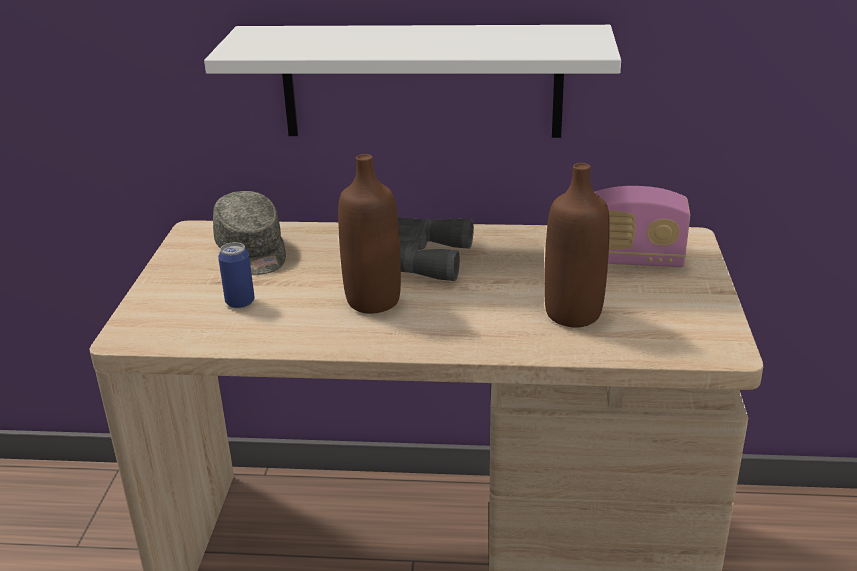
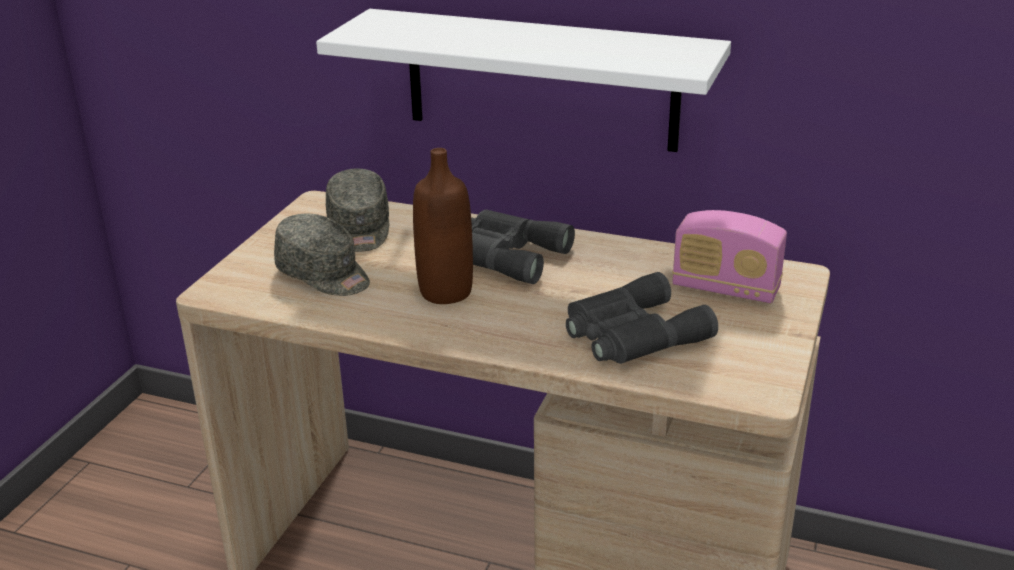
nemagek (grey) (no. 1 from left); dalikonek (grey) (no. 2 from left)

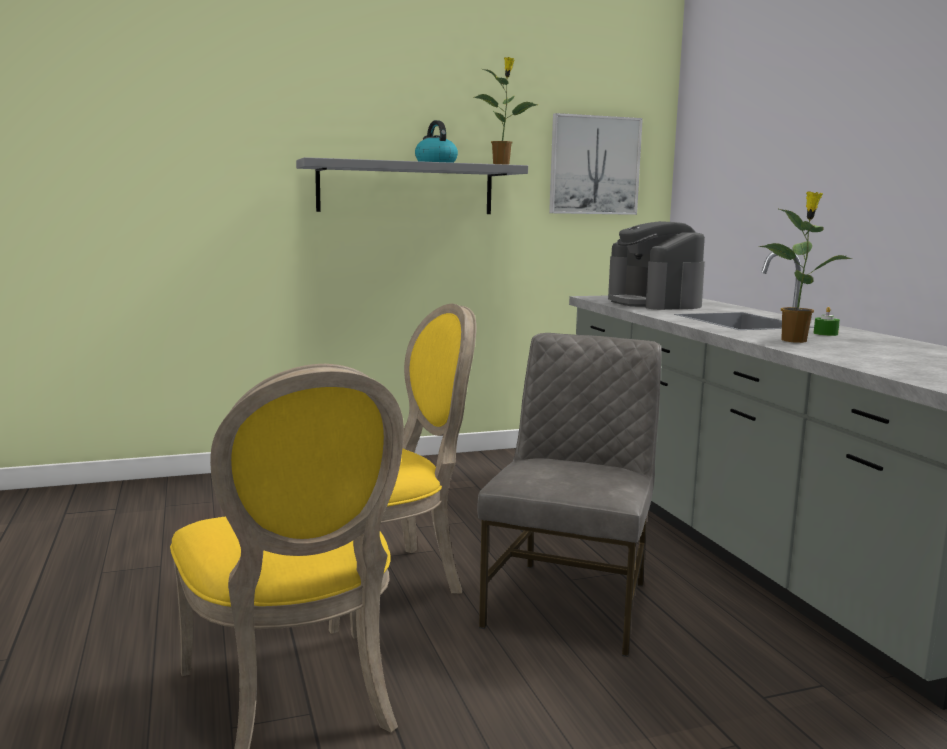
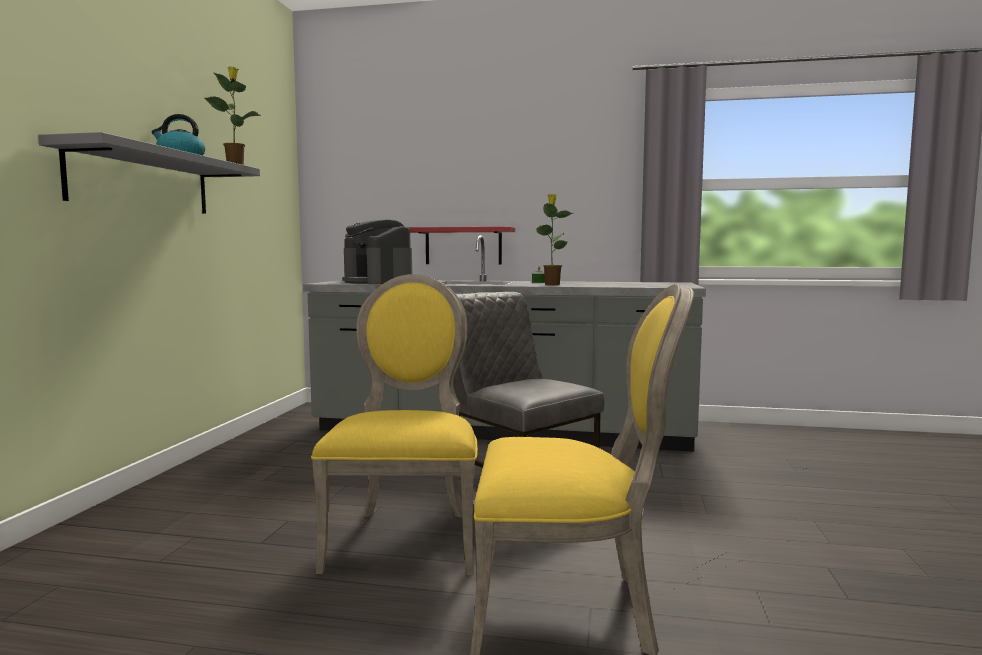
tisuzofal; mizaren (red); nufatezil

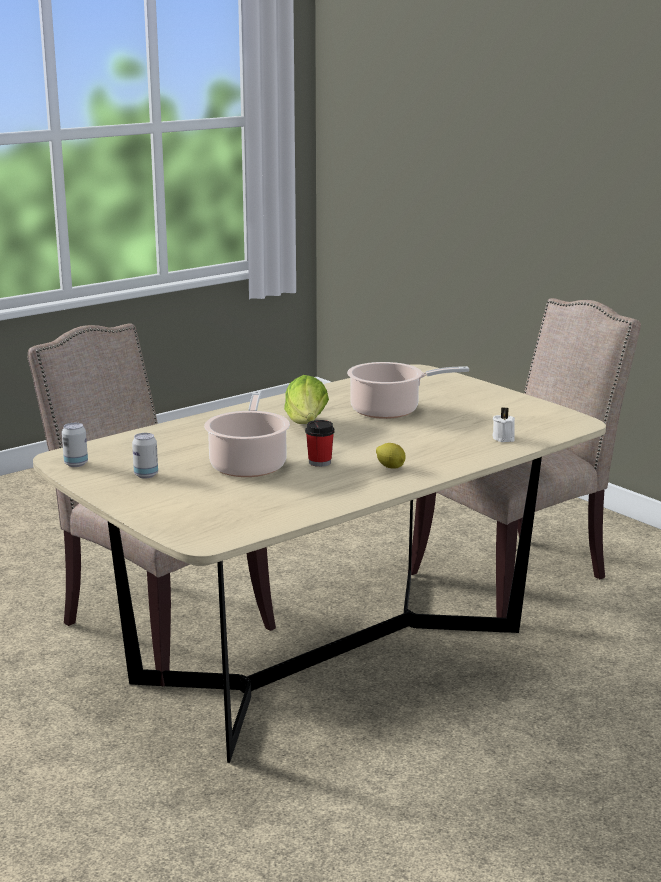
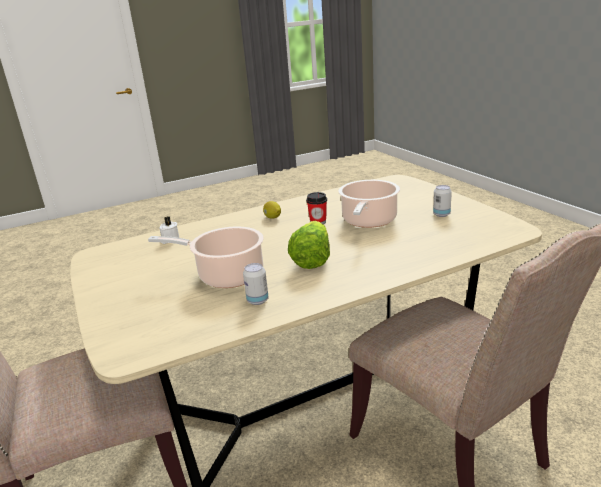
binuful (no. 1 from left)

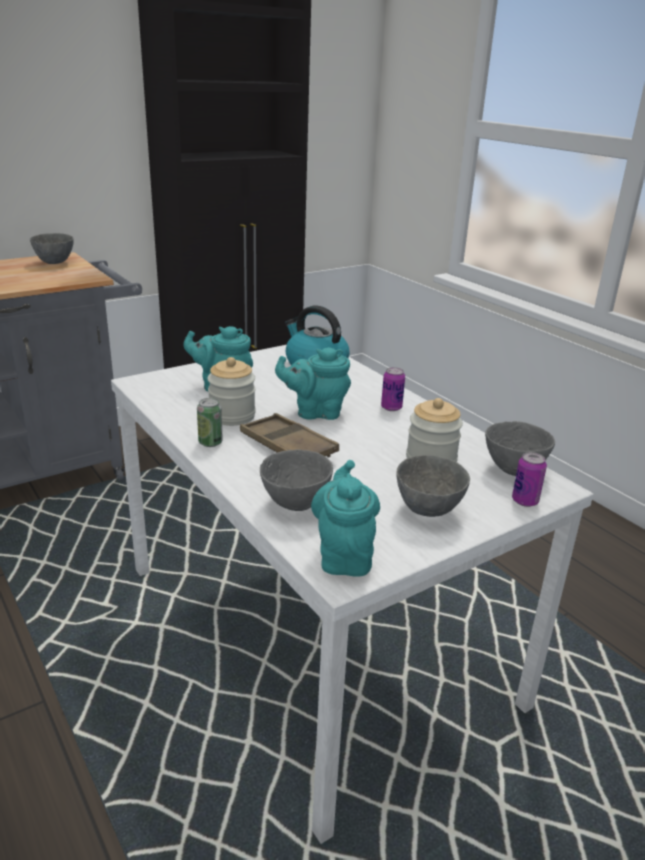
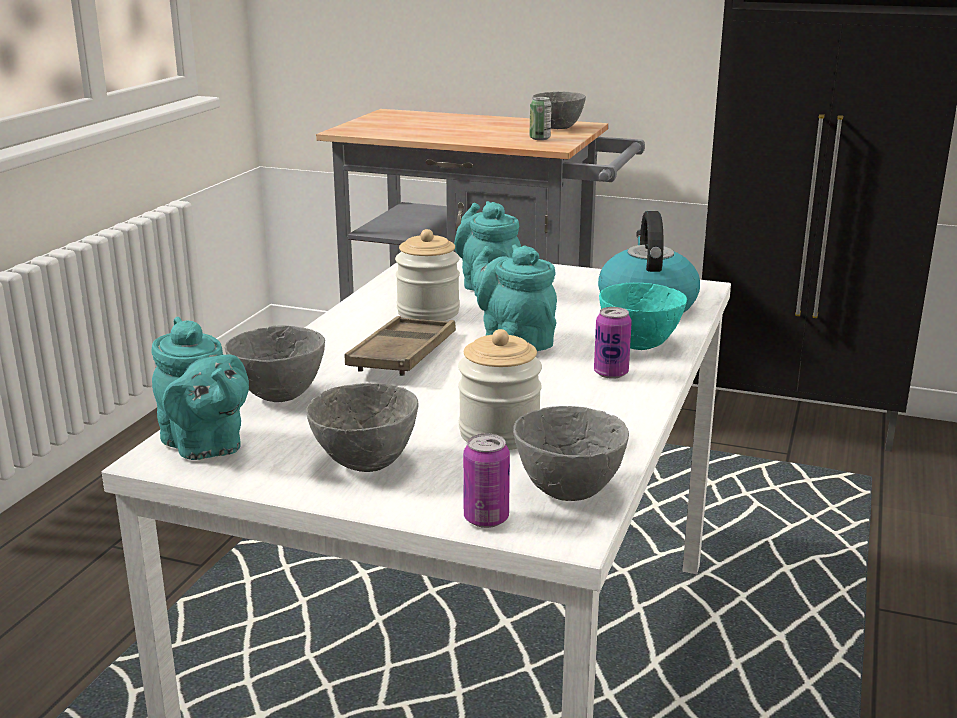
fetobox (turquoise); binuful (no. 2 from left); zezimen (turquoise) (no. 1 from left)

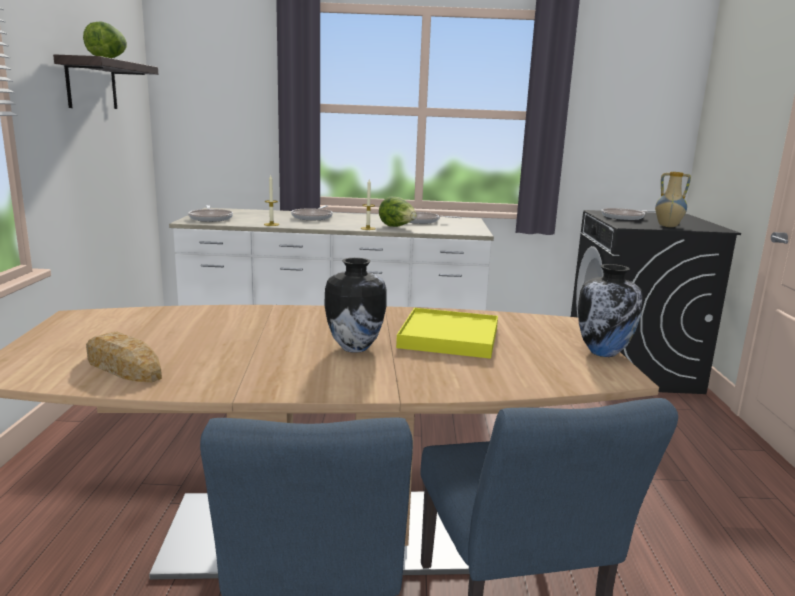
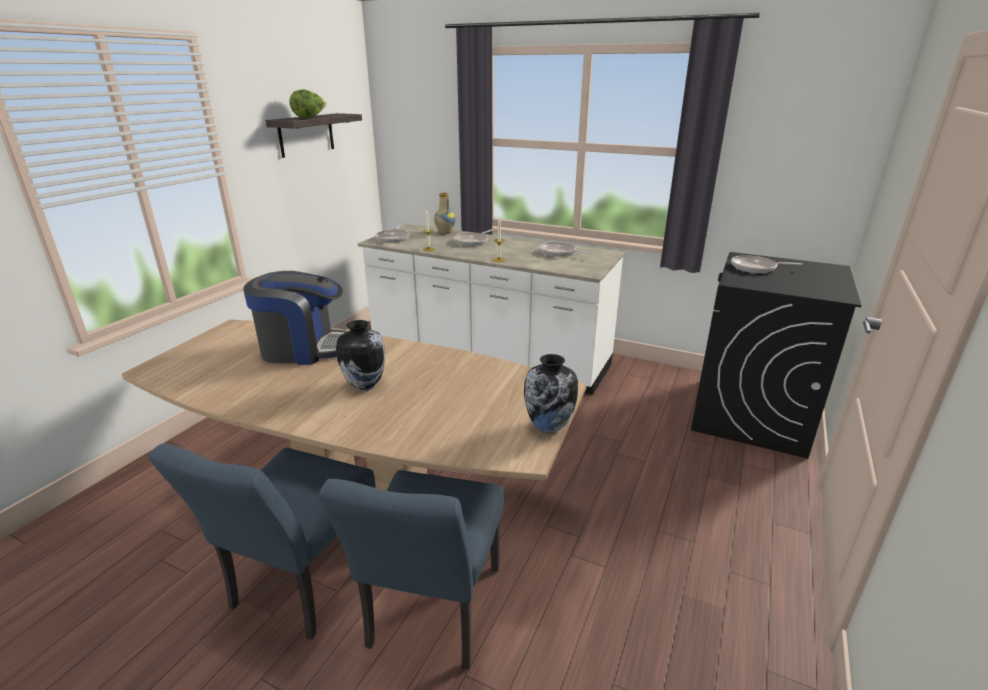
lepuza; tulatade (no. 2 from left in the first image); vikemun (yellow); nufatezil; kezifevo (no. 2 from left)

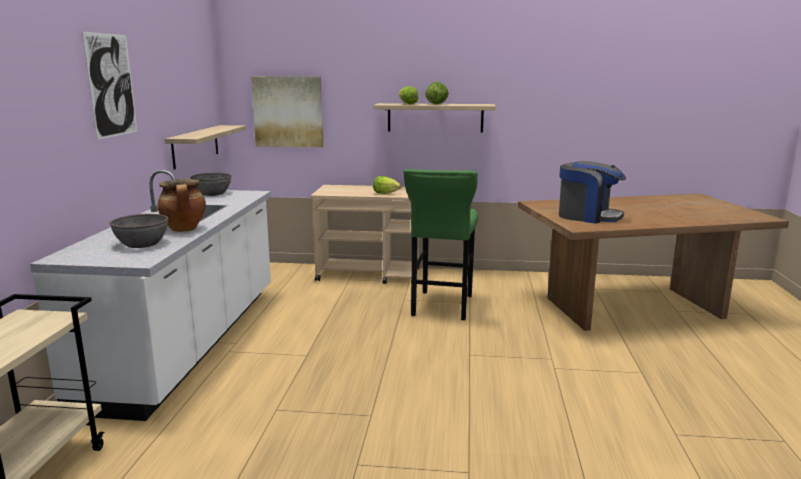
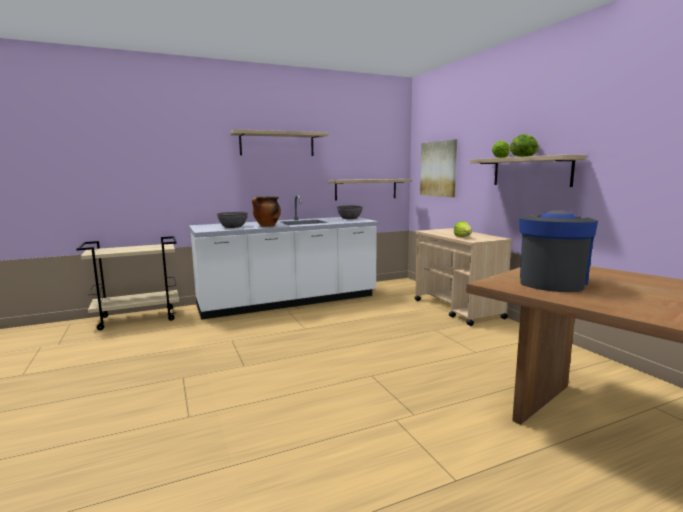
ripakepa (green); mizaren (no. 1 from left); nufatezil

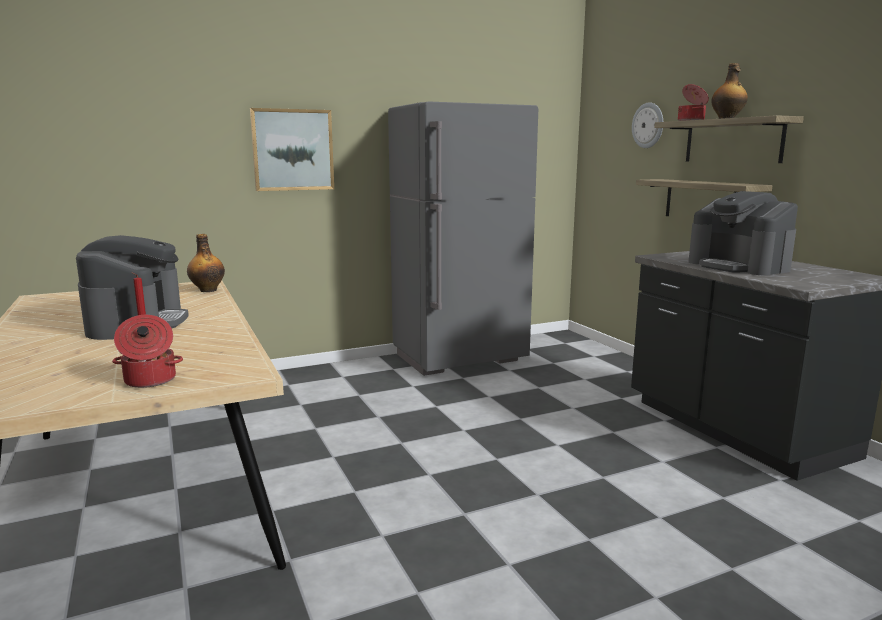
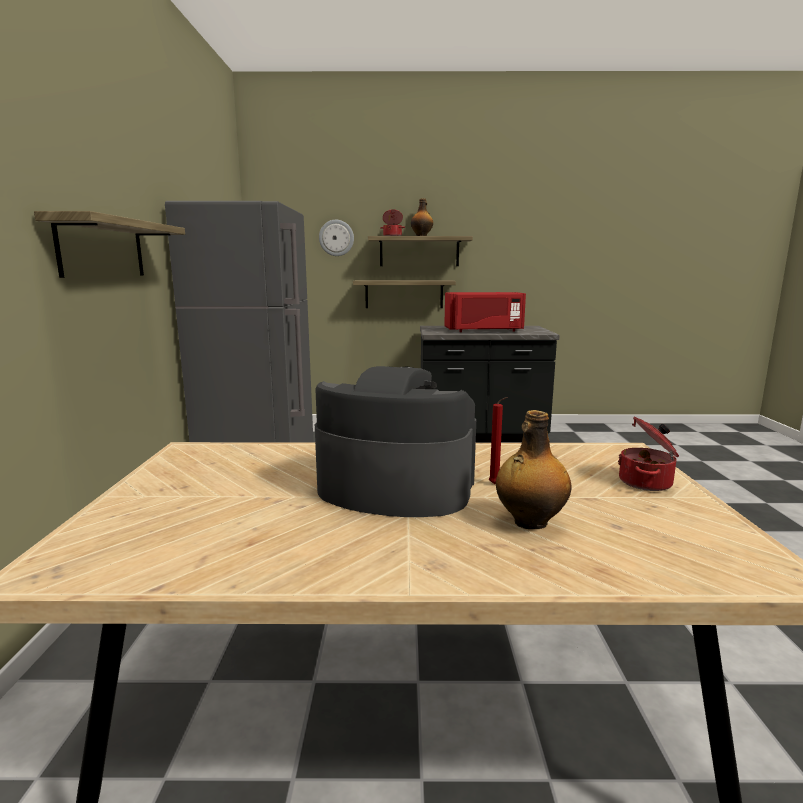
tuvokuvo (no. 2 from left); mizaren (no. 1 from left); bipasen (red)

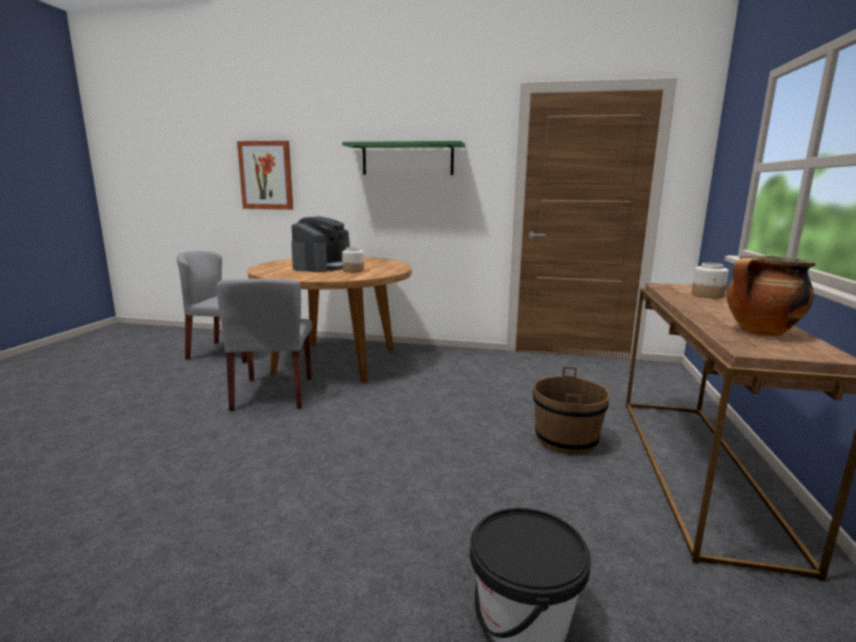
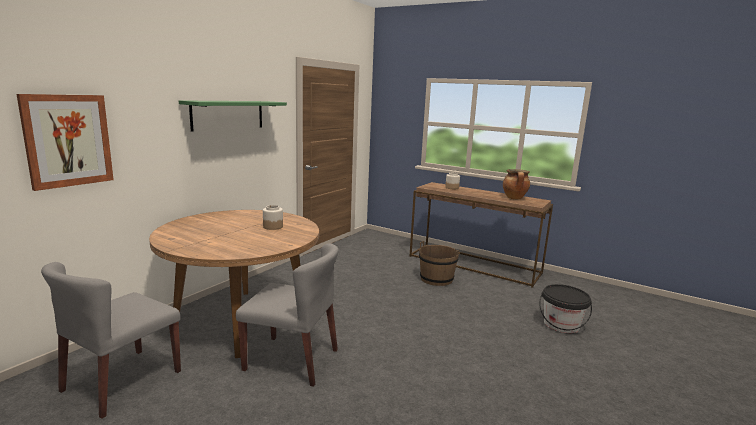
nufatezil

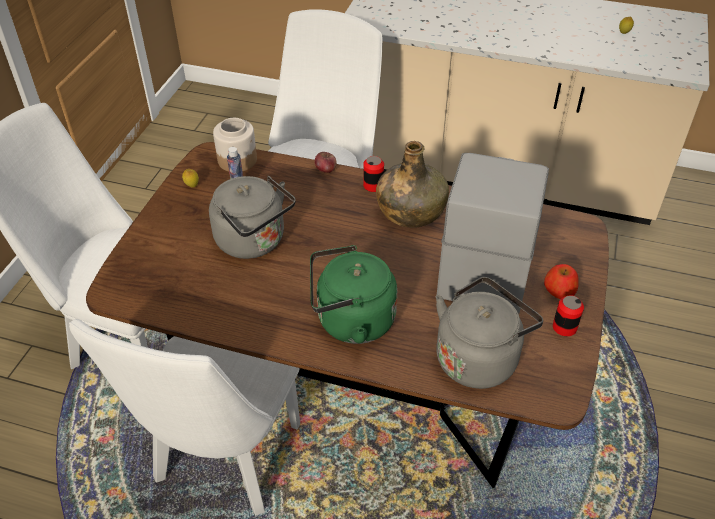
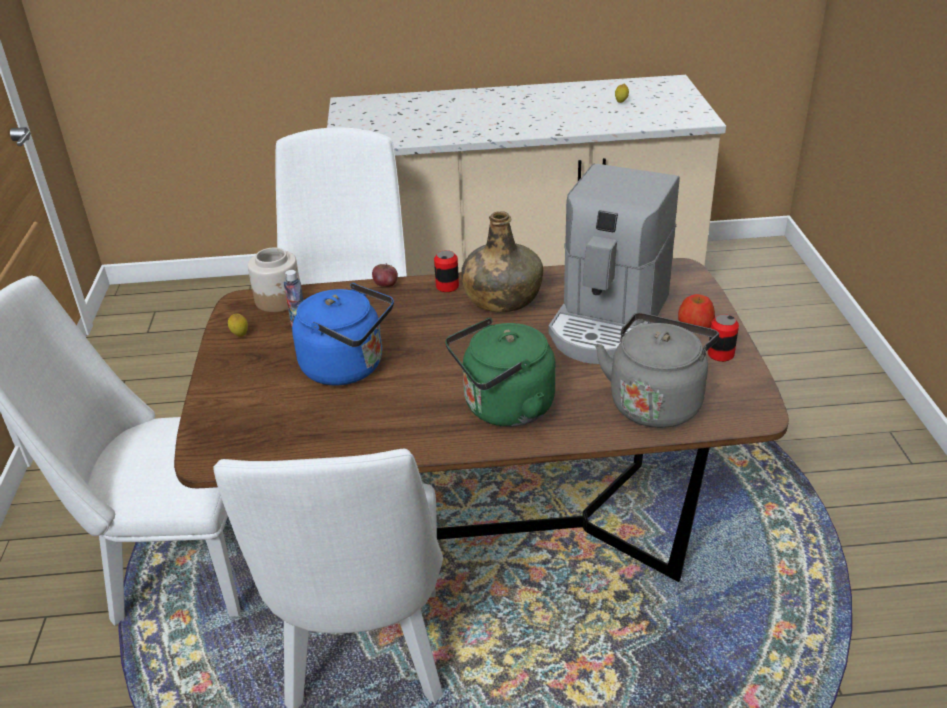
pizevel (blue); nufatezil

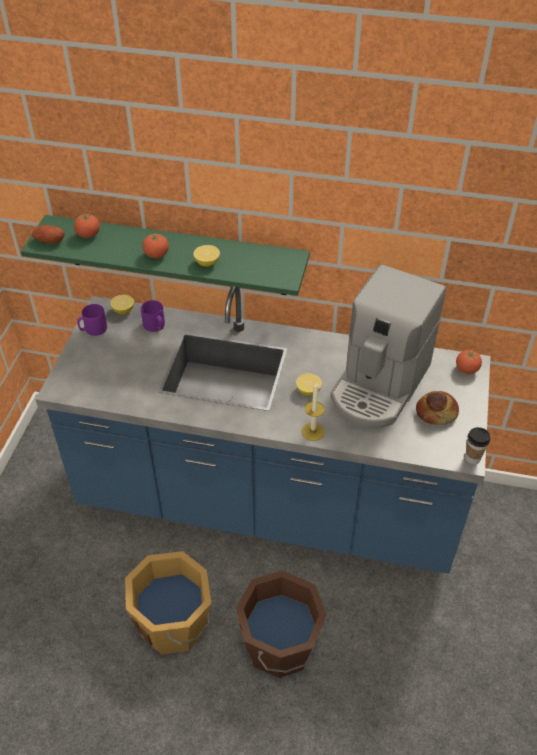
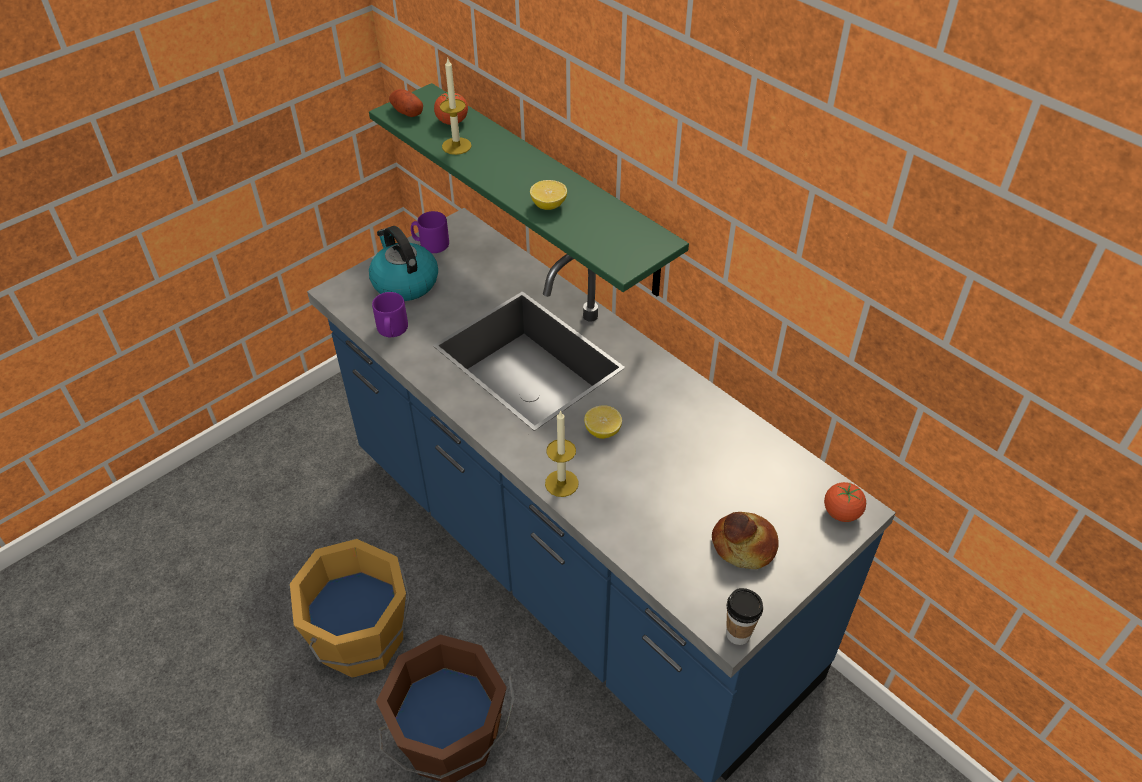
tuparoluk (no. 1 from left in the first image); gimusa (no. 2 from left in the first image); nufatezil; pizevel; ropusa (no. 1 from left); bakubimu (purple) (no. 1 from left)

